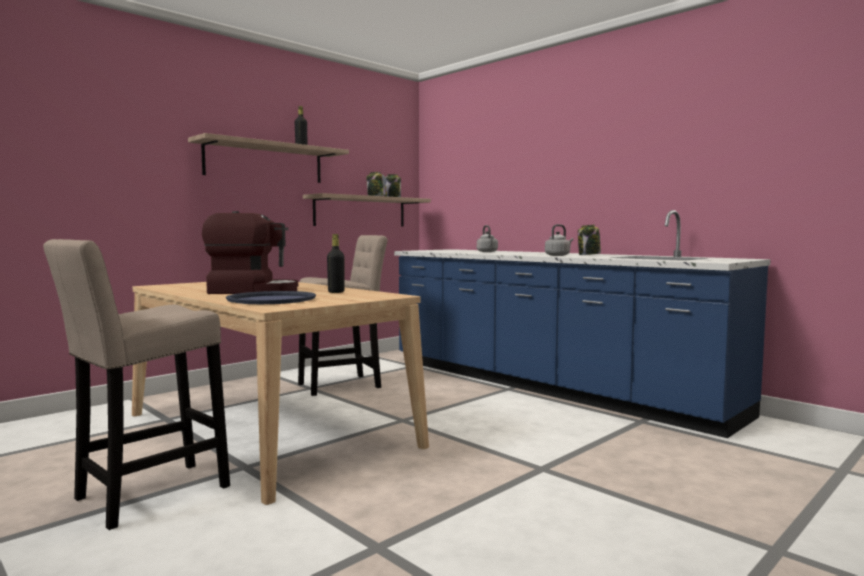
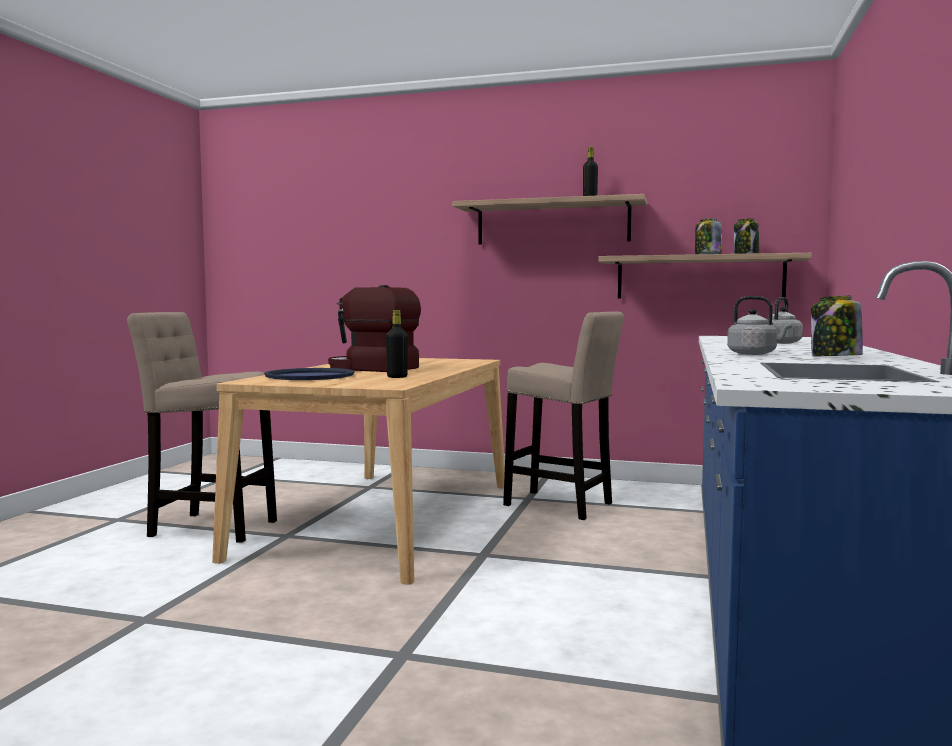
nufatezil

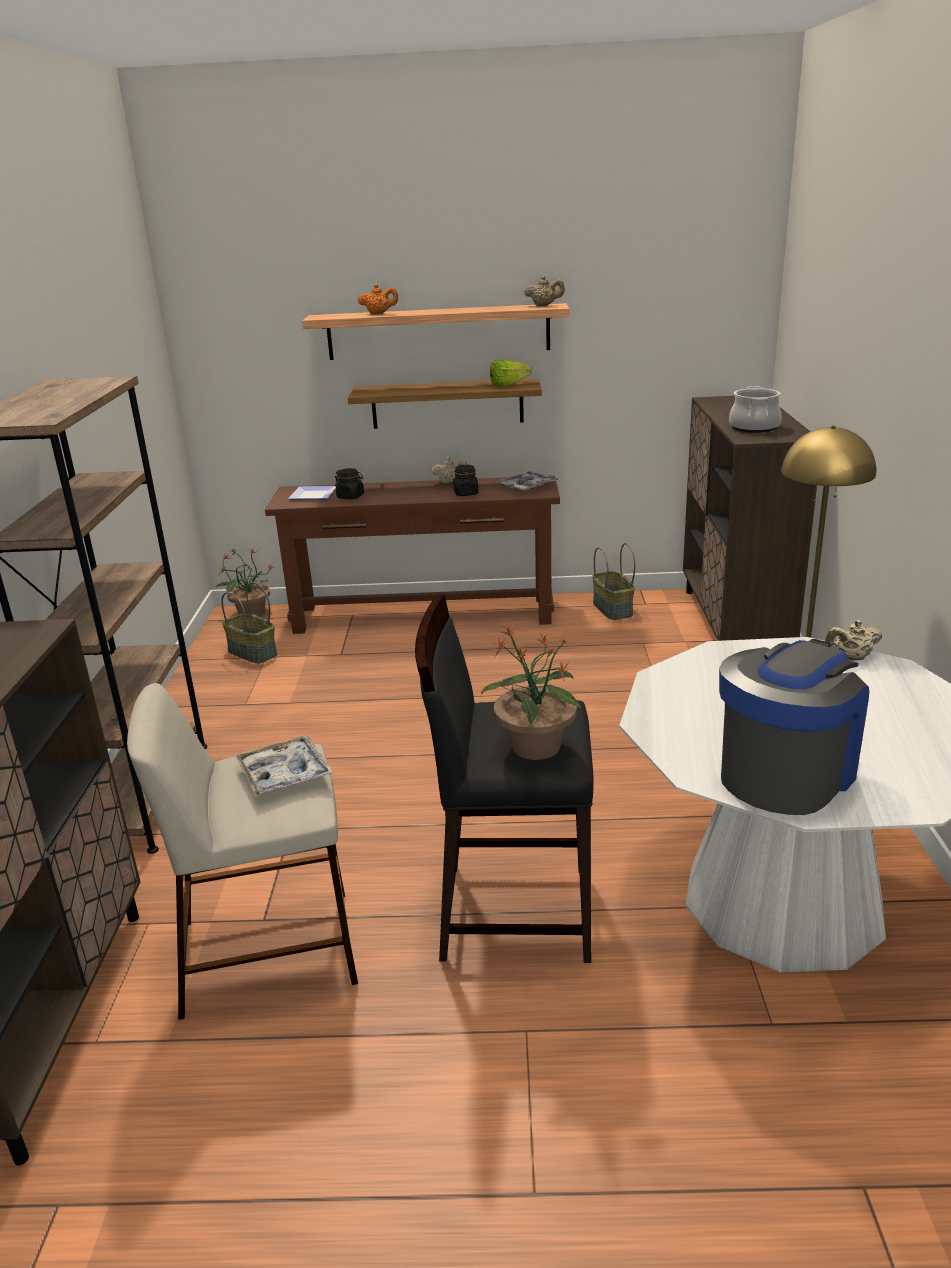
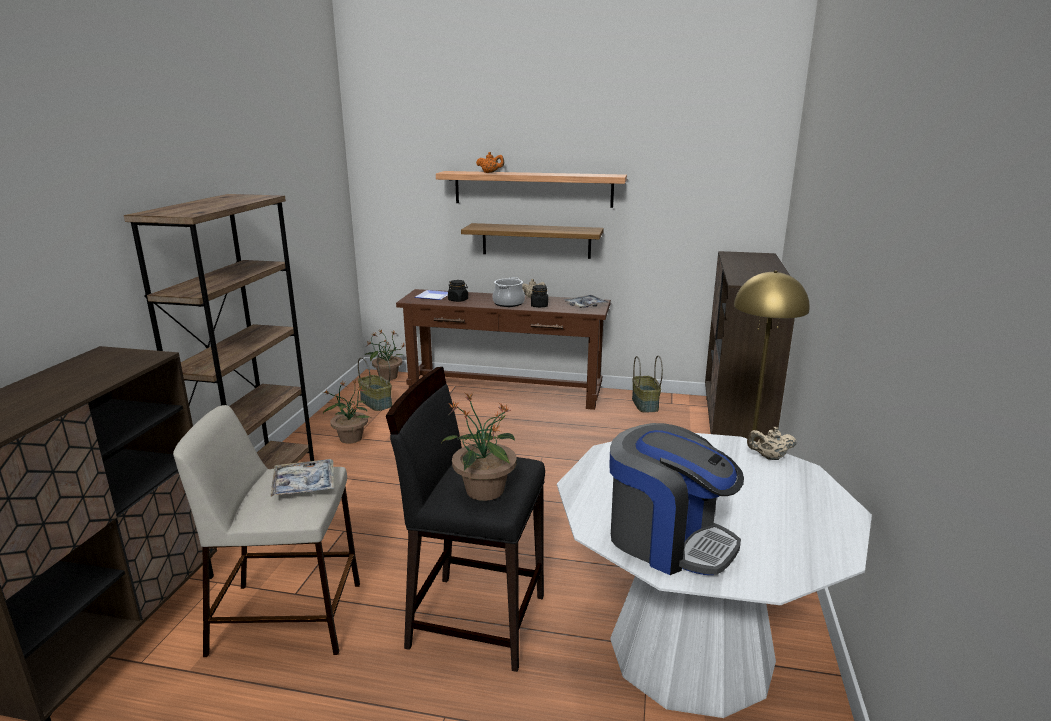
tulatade; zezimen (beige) (no. 2 from left in the first image); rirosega (no. 1 from left); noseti; nufatezil

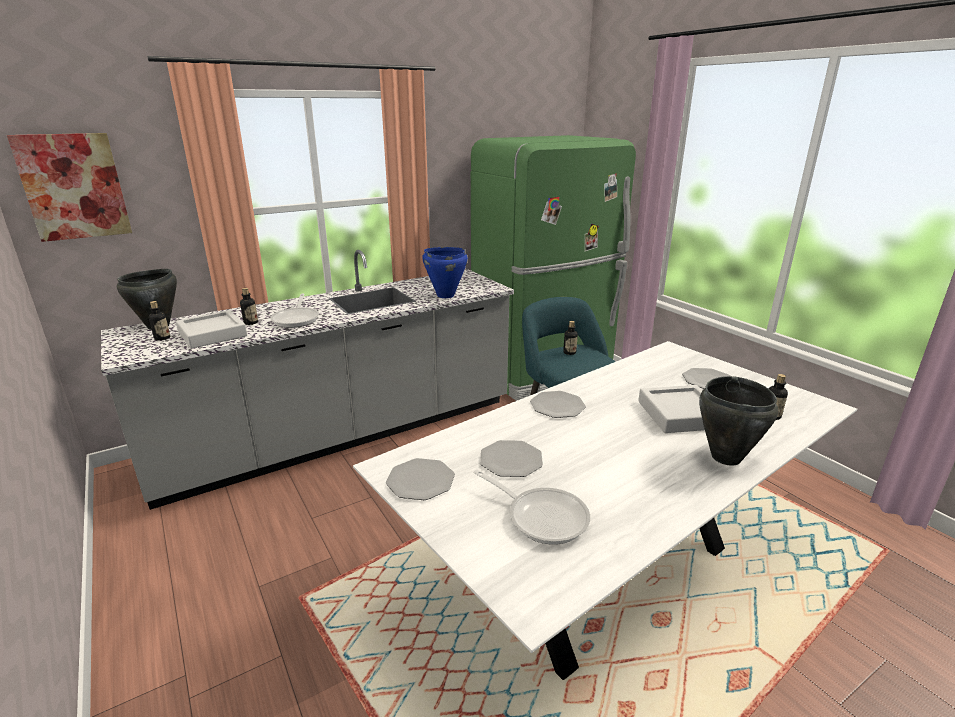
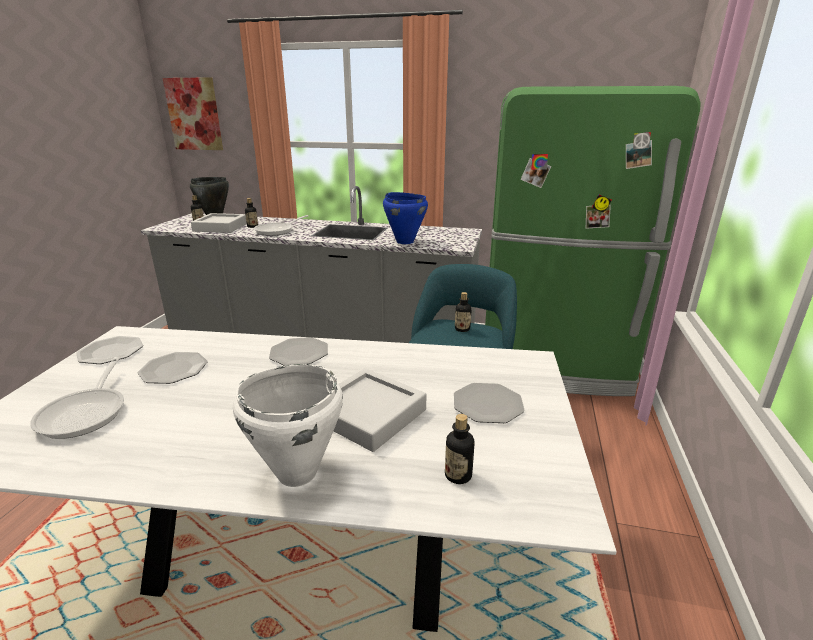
noseti (white)

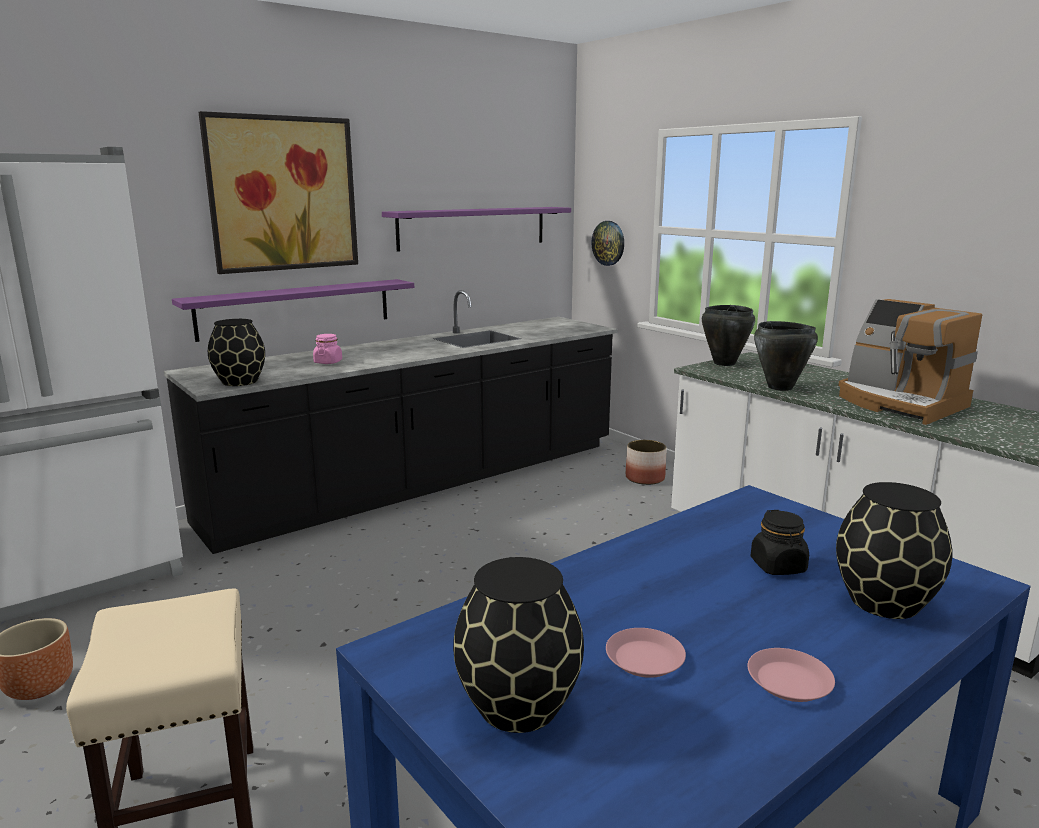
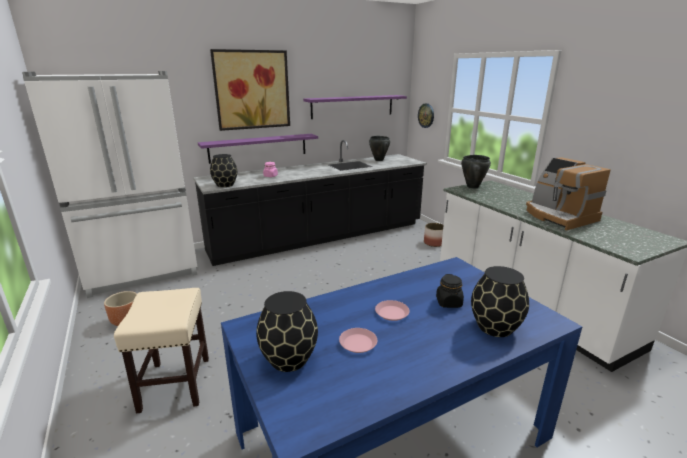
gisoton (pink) (no. 2 from left); noseti (black) (no. 1 from left)

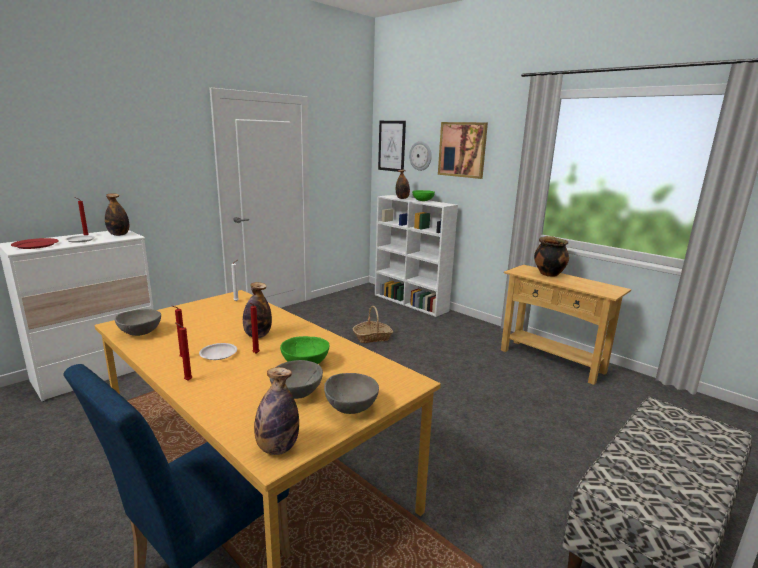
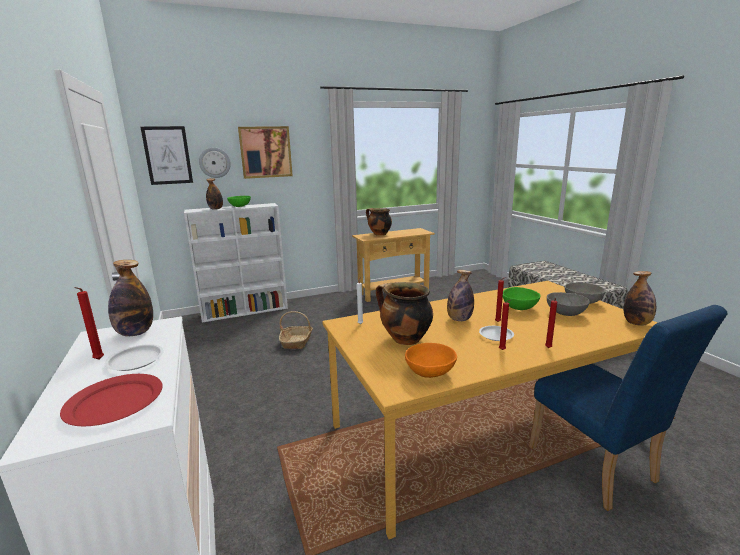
noseti (no. 2 from left); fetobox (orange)

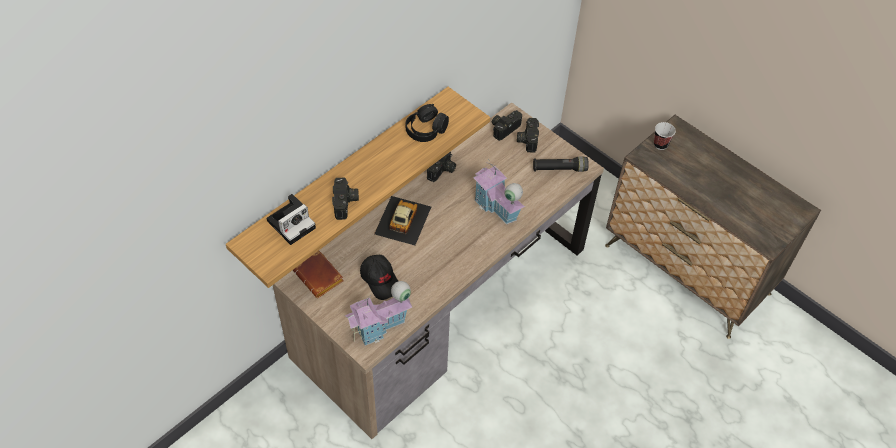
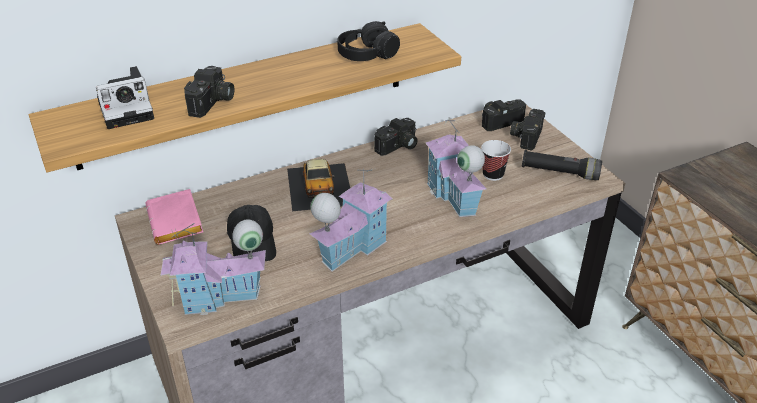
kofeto (no. 2 from left); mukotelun; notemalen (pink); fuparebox

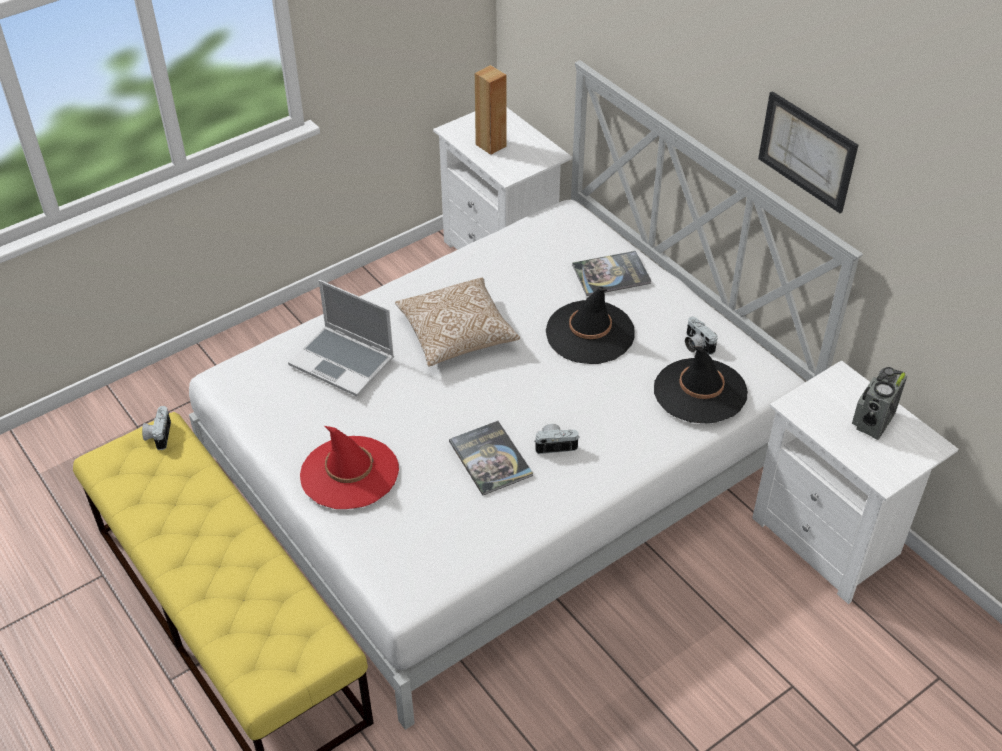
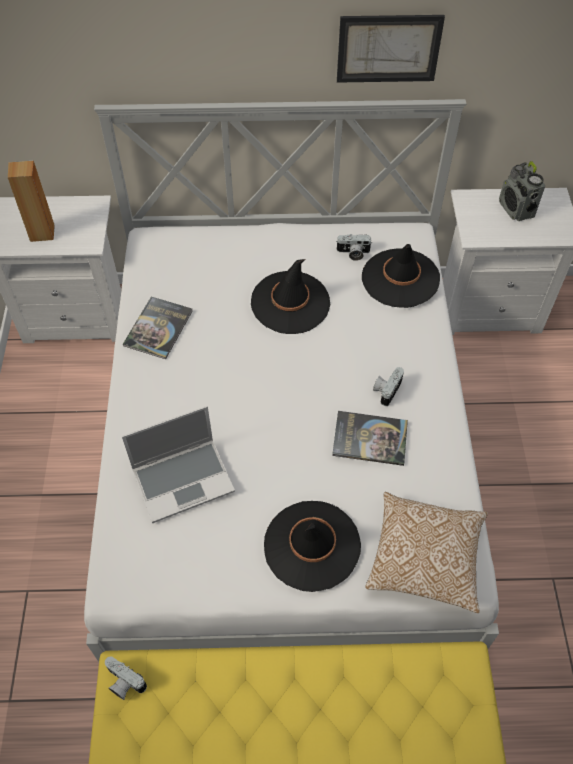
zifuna; notemalen (no. 1 from left); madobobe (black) (no. 2 from left)

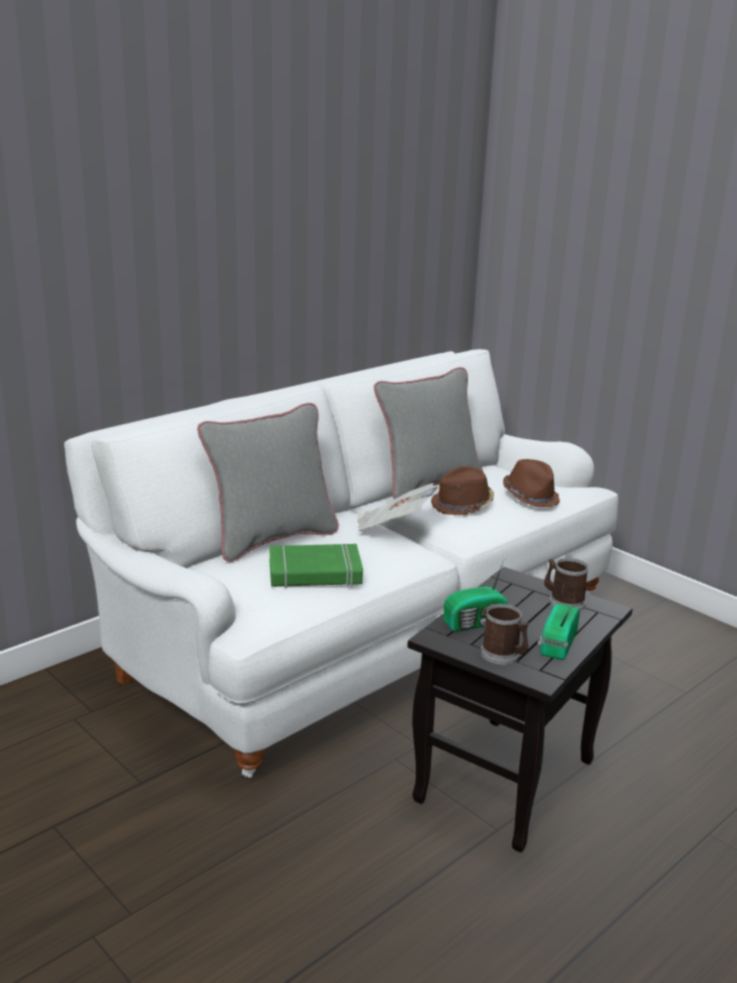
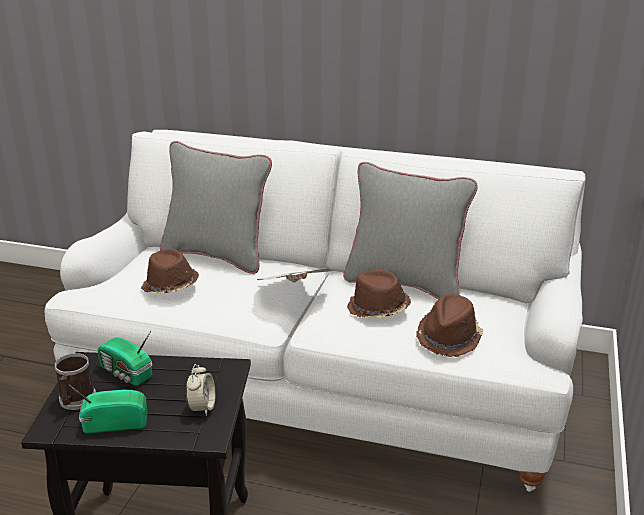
madobobe (brown) (no. 1 from left); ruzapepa

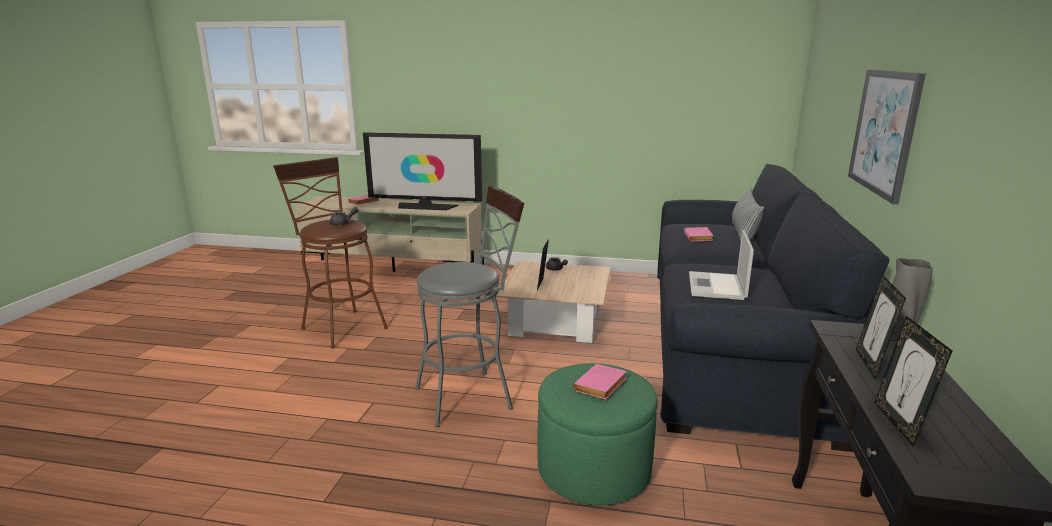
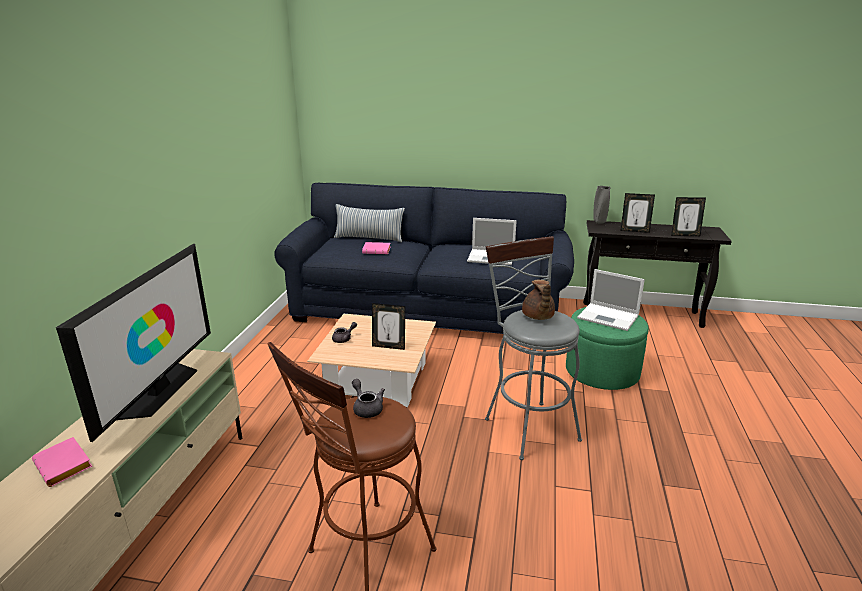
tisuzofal; zezimen (brown); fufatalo (no. 2 from left)

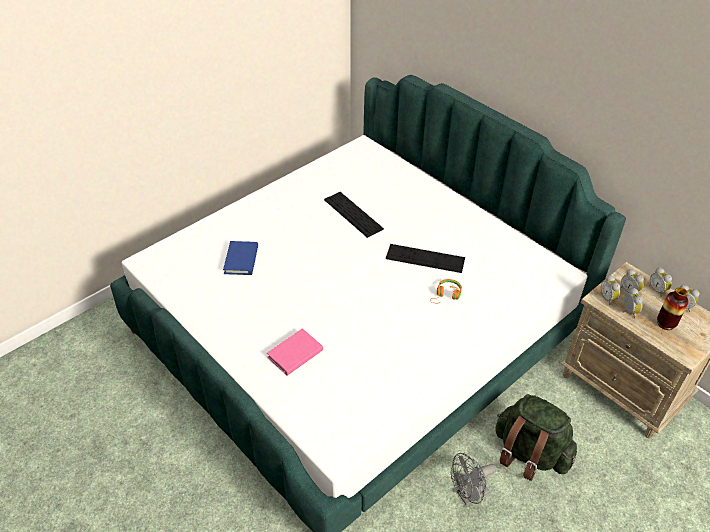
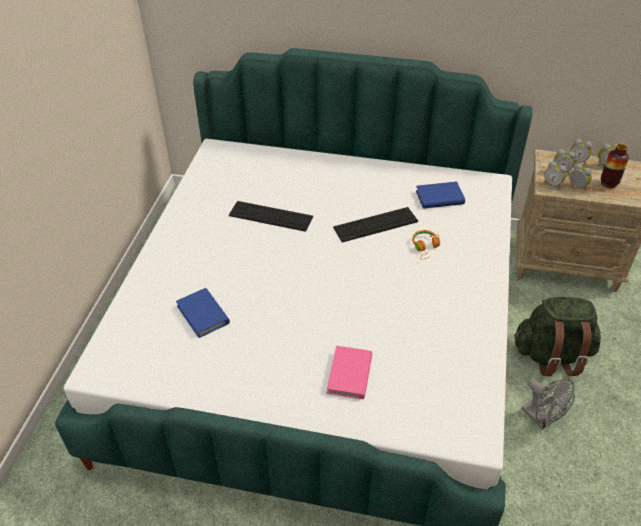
notemalen (blue) (no. 2 from left); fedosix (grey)

